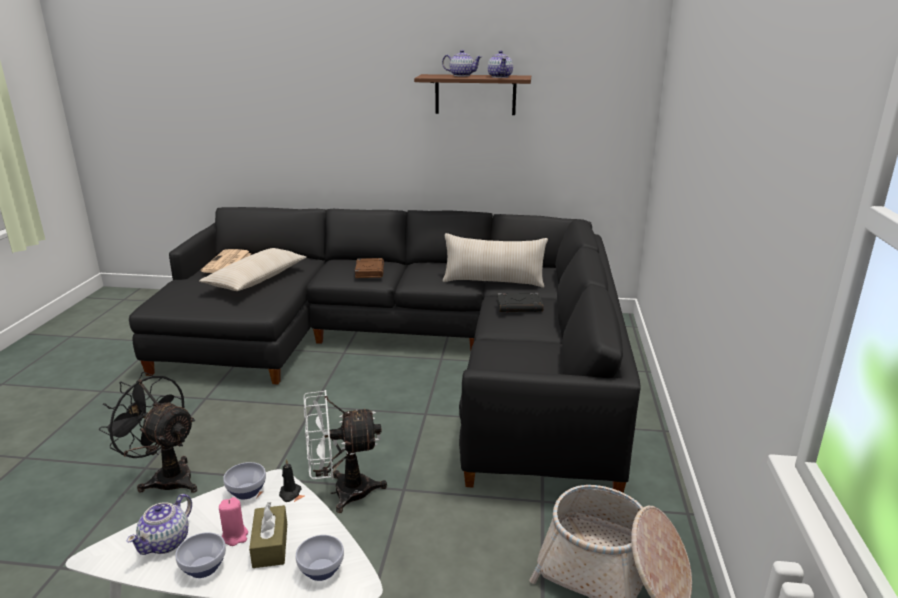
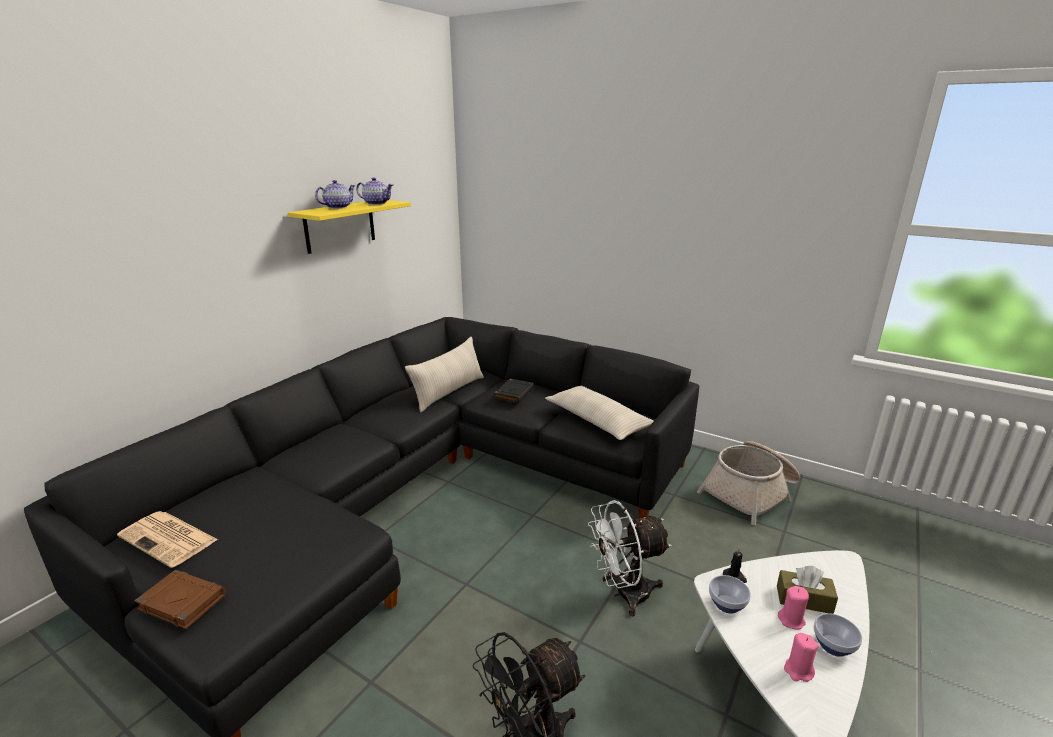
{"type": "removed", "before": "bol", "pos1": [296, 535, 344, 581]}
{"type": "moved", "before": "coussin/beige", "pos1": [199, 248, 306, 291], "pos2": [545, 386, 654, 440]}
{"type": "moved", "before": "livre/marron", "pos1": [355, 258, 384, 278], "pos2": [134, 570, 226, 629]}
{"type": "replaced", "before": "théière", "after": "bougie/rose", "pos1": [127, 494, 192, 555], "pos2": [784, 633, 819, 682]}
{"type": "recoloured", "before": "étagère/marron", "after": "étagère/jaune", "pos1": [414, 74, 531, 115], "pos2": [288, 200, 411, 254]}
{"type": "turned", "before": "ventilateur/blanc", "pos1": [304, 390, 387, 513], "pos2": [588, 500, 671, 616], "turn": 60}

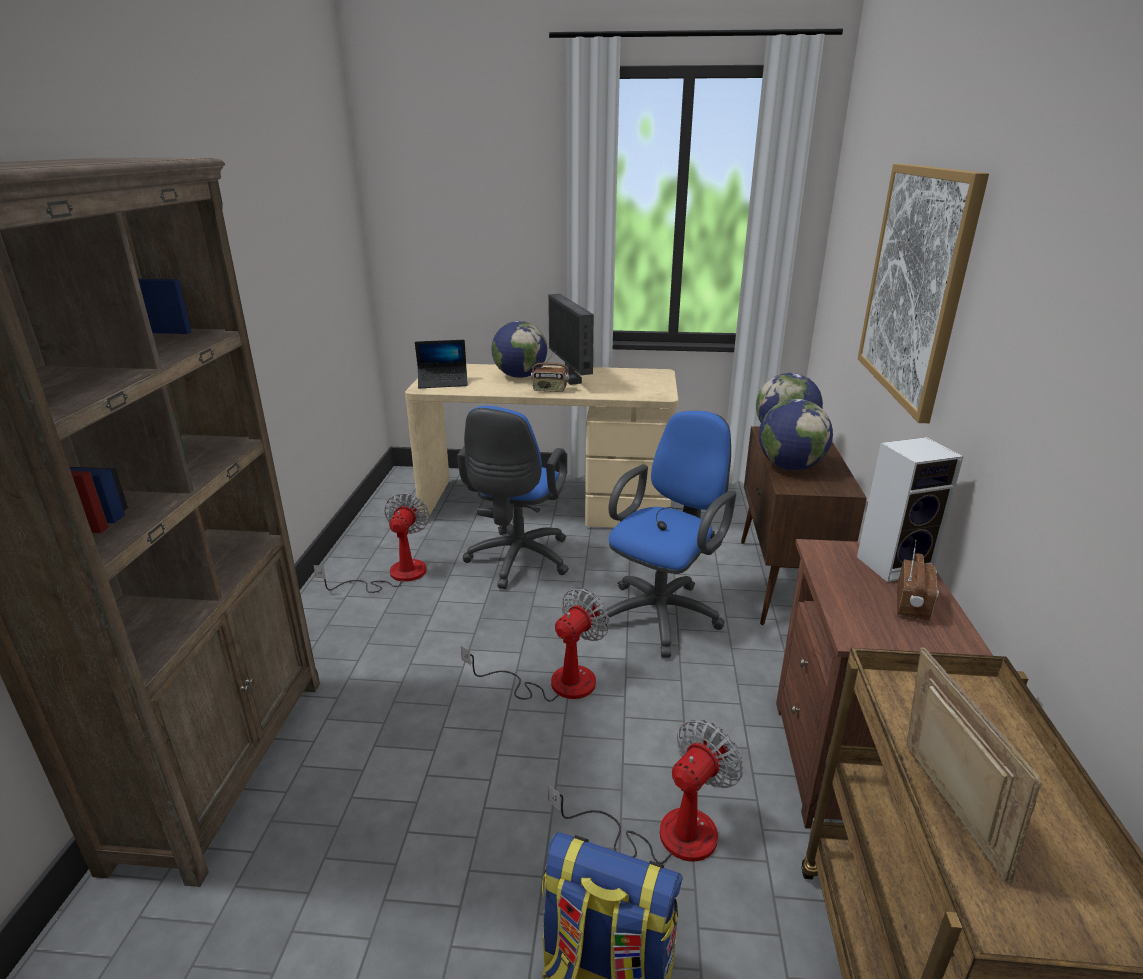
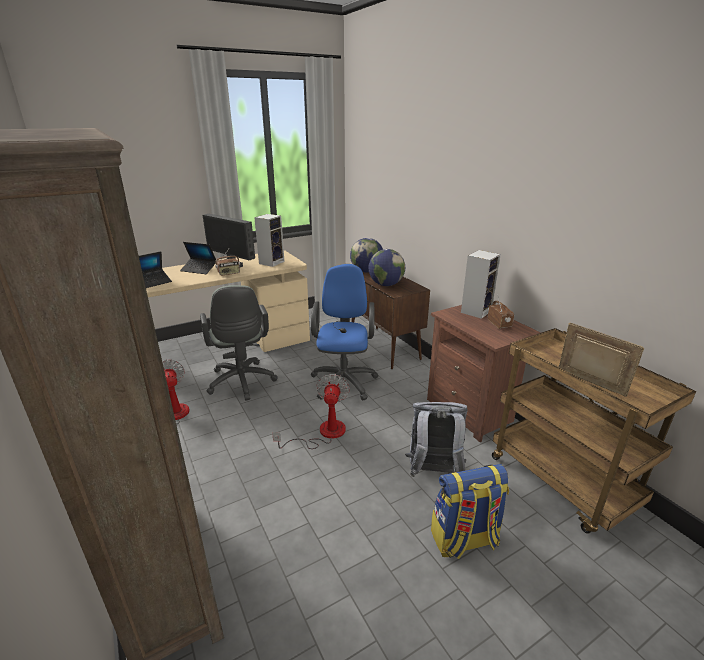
{"type": "removed", "before": "tableau", "pos1": [858, 164, 989, 423]}
{"type": "added", "after": "enceinte", "pos2": [254, 214, 284, 267]}
{"type": "replaced", "before": "globe", "after": "ordinateur portable", "pos1": [492, 321, 547, 378], "pos2": [180, 242, 216, 274]}
{"type": "replaced", "before": "ventilateur", "after": "sac à dos/gris", "pos1": [548, 720, 743, 864], "pos2": [405, 402, 467, 477]}
{"type": "recoloured", "before": "chaise de bureau/bleu", "after": "chaise de bureau/gris", "pos1": [457, 406, 569, 589], "pos2": [200, 285, 278, 401]}

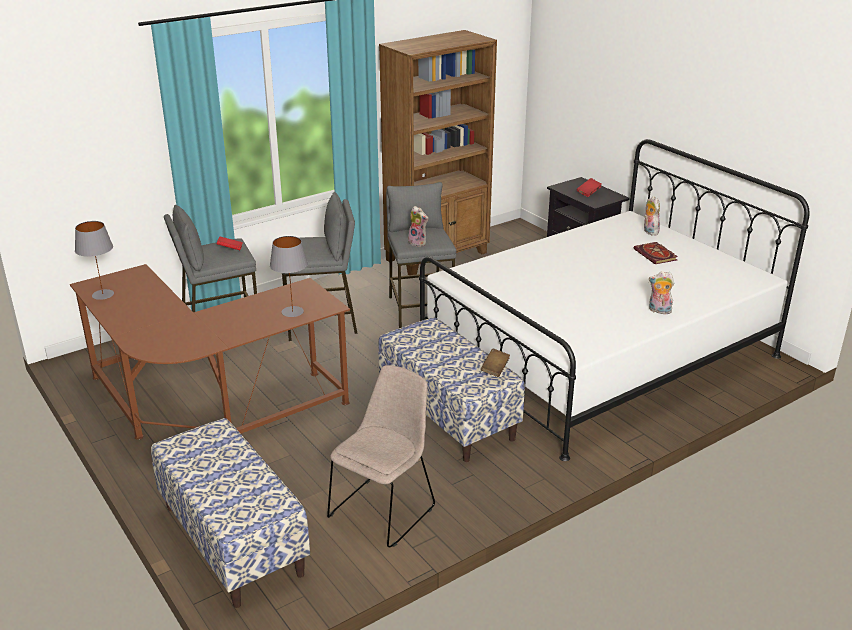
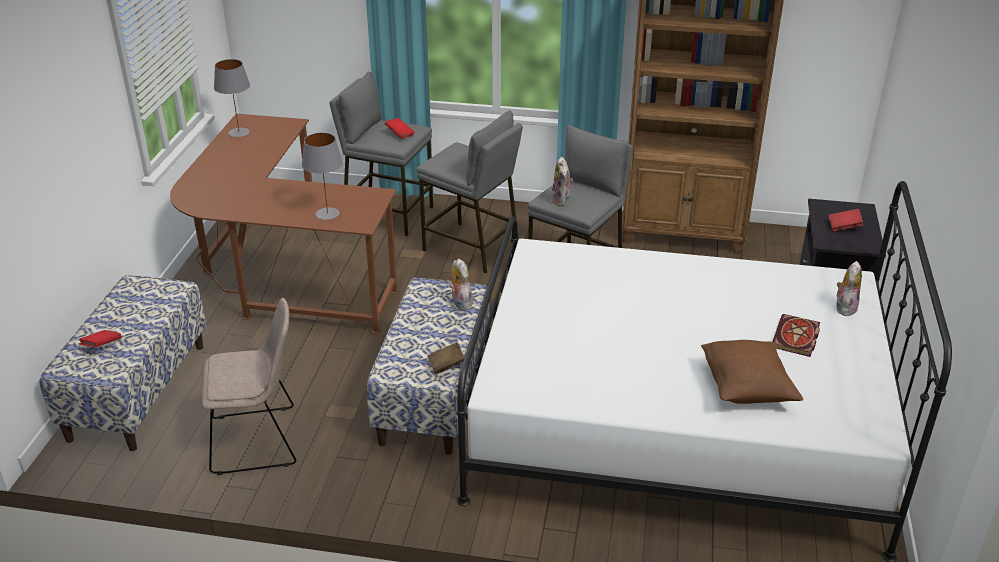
{"type": "added", "after": "livre/rouge", "pos2": [79, 330, 121, 347]}
{"type": "added", "after": "coussin/marron", "pos2": [701, 340, 803, 404]}
{"type": "moved", "before": "peluche", "pos1": [649, 271, 674, 314], "pos2": [449, 259, 473, 310]}

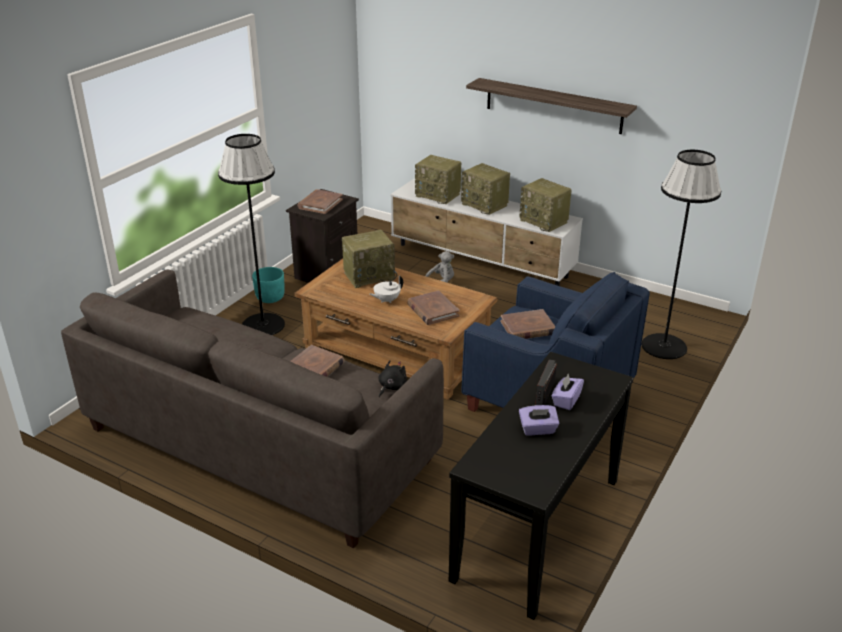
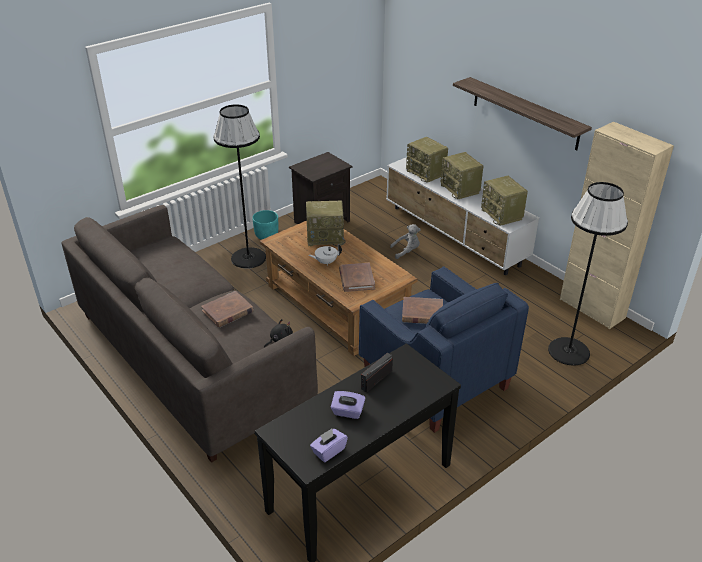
{"type": "removed", "before": "livre/marron", "pos1": [298, 189, 343, 214]}
{"type": "added", "after": "meuble de rangement/beige", "pos2": [560, 122, 674, 329]}
{"type": "moved", "before": "boîte à mouchoirs/violet", "pos1": [552, 373, 584, 410], "pos2": [310, 429, 348, 462]}

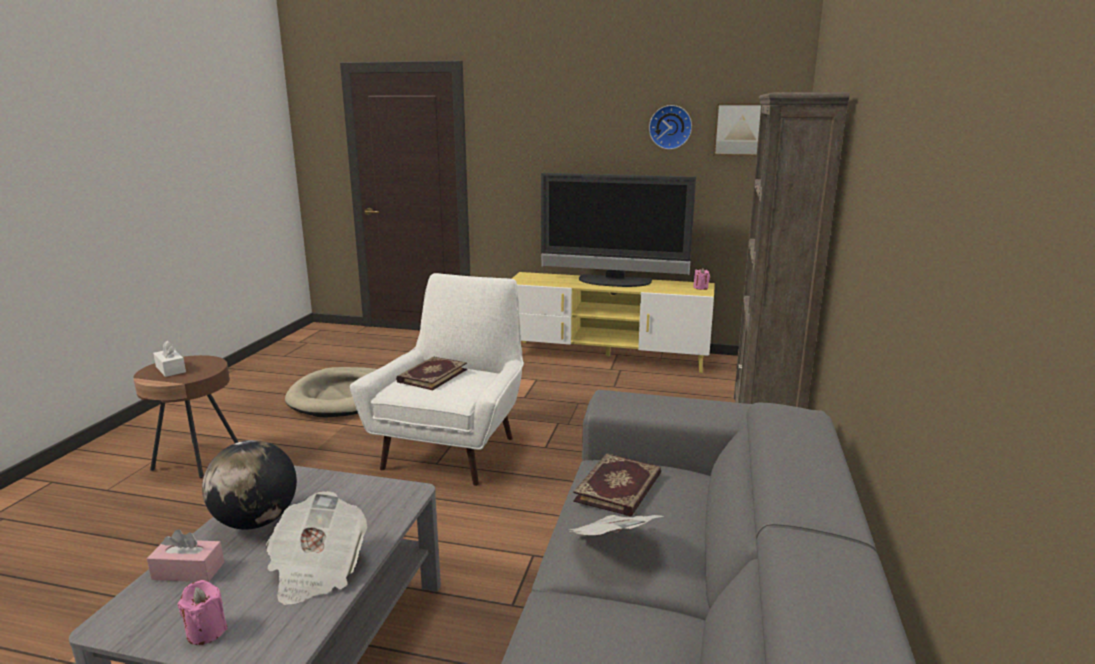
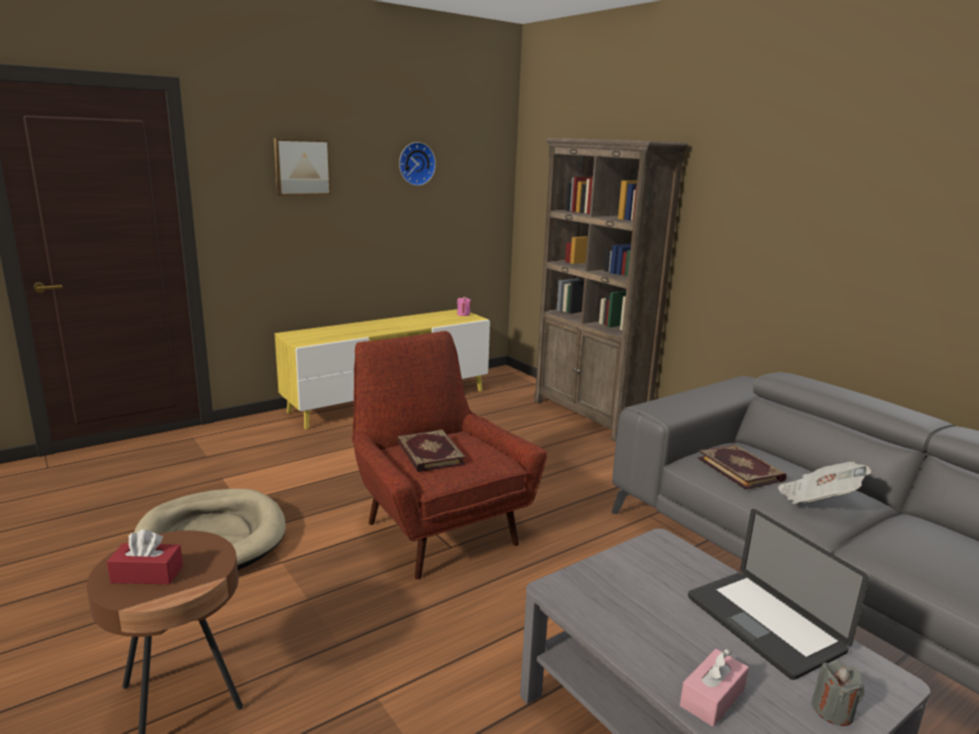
{"type": "removed", "before": "globe", "pos1": [202, 440, 297, 530]}
{"type": "removed", "before": "téléviseur", "pos1": [541, 173, 696, 287]}
{"type": "moved", "before": "tableau", "pos1": [713, 103, 761, 156], "pos2": [274, 138, 331, 196]}
{"type": "replaced", "before": "journal", "after": "ordinateur portable", "pos1": [266, 491, 367, 605], "pos2": [688, 509, 869, 680]}
{"type": "recoloured", "before": "boîte à mouchoirs/blanc", "after": "boîte à mouchoirs/rouge", "pos1": [153, 341, 186, 377], "pos2": [107, 529, 183, 584]}
{"type": "recoloured", "before": "bougie/rose", "after": "bougie/gris", "pos1": [178, 580, 228, 645], "pos2": [811, 660, 864, 726]}
{"type": "recoloured", "before": "fauteuil/blanc", "after": "fauteuil/rouge", "pos1": [350, 273, 524, 486], "pos2": [352, 331, 547, 580]}

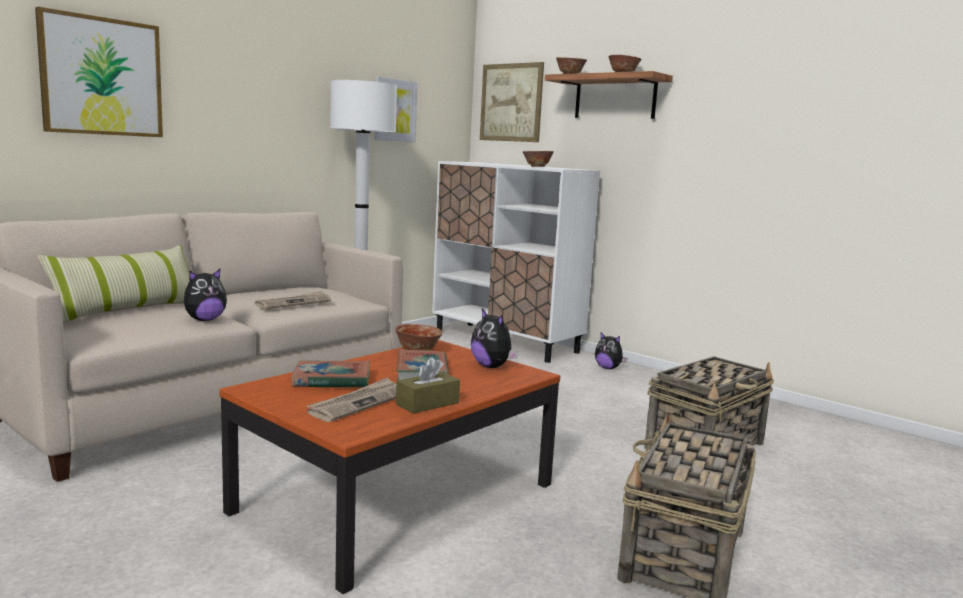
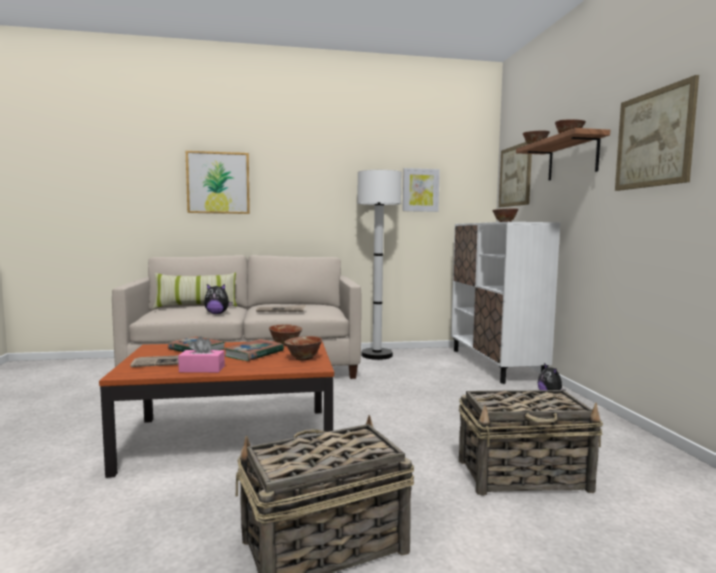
{"type": "added", "after": "tableau", "pos2": [615, 75, 699, 191]}
{"type": "replaced", "before": "peluche", "after": "bol", "pos1": [471, 308, 518, 368], "pos2": [285, 336, 322, 361]}
{"type": "recoloured", "before": "boîte à mouchoirs/marron", "after": "boîte à mouchoirs/rose", "pos1": [396, 357, 460, 414], "pos2": [178, 336, 225, 373]}

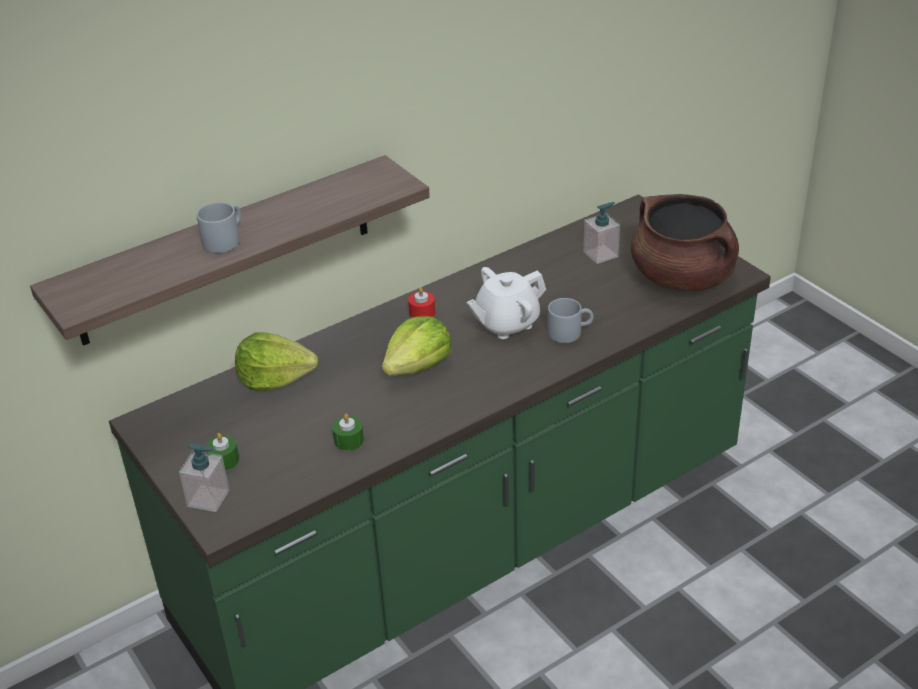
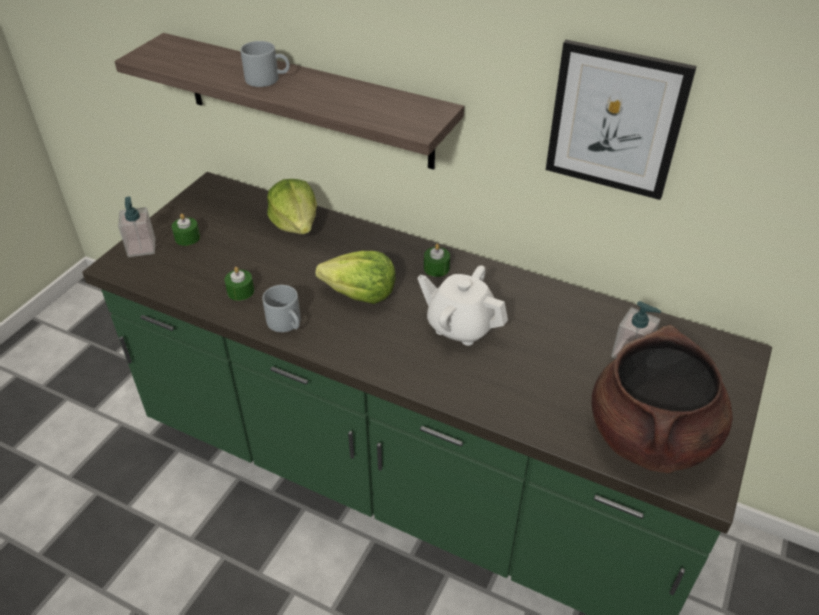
{"type": "added", "after": "tableau", "pos2": [546, 40, 697, 200]}
{"type": "moved", "before": "mug/gris", "pos1": [548, 298, 593, 343], "pos2": [262, 285, 301, 332]}
{"type": "recoloured", "before": "bougie/rouge", "after": "bougie/vert", "pos1": [408, 287, 435, 318], "pos2": [424, 244, 450, 277]}

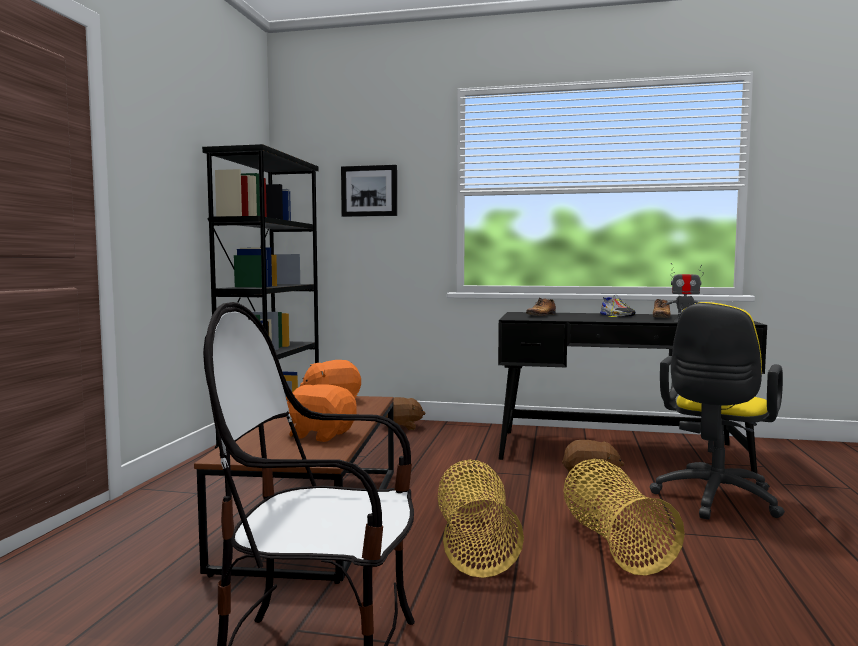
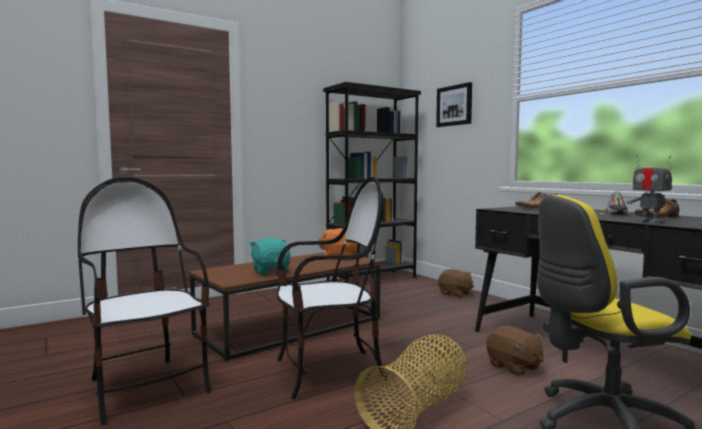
{"type": "replaced", "before": "panier", "after": "chaise", "pos1": [437, 460, 524, 578], "pos2": [276, 177, 387, 399]}
{"type": "recoloured", "before": "peluche/orange", "after": "peluche/turquoise", "pos1": [286, 384, 357, 442], "pos2": [249, 238, 291, 275]}

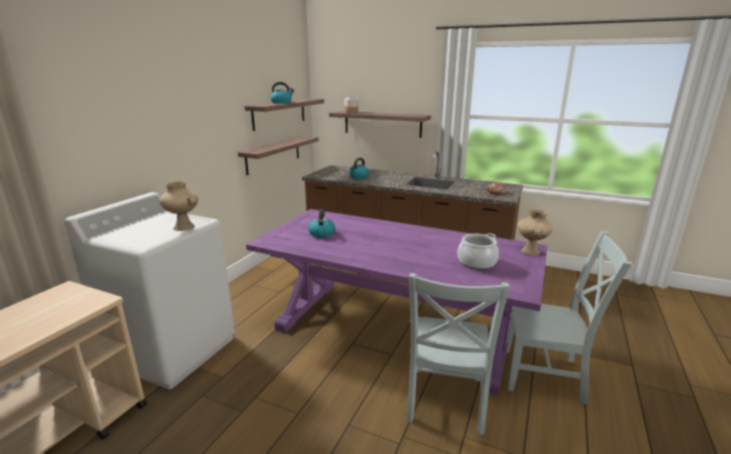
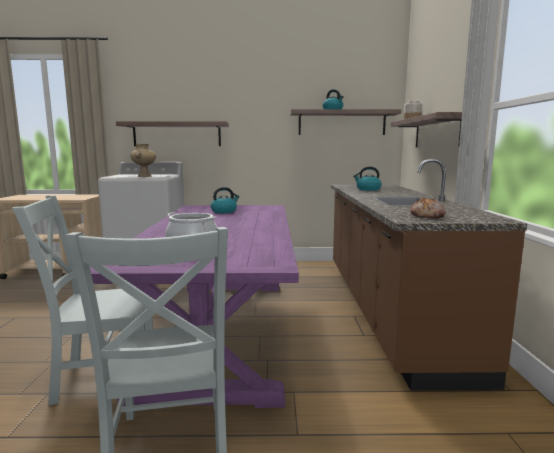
{"type": "removed", "before": "vase/beige", "pos1": [517, 209, 553, 256]}
{"type": "moved", "before": "étagère", "pos1": [238, 136, 319, 175], "pos2": [116, 121, 229, 146]}

